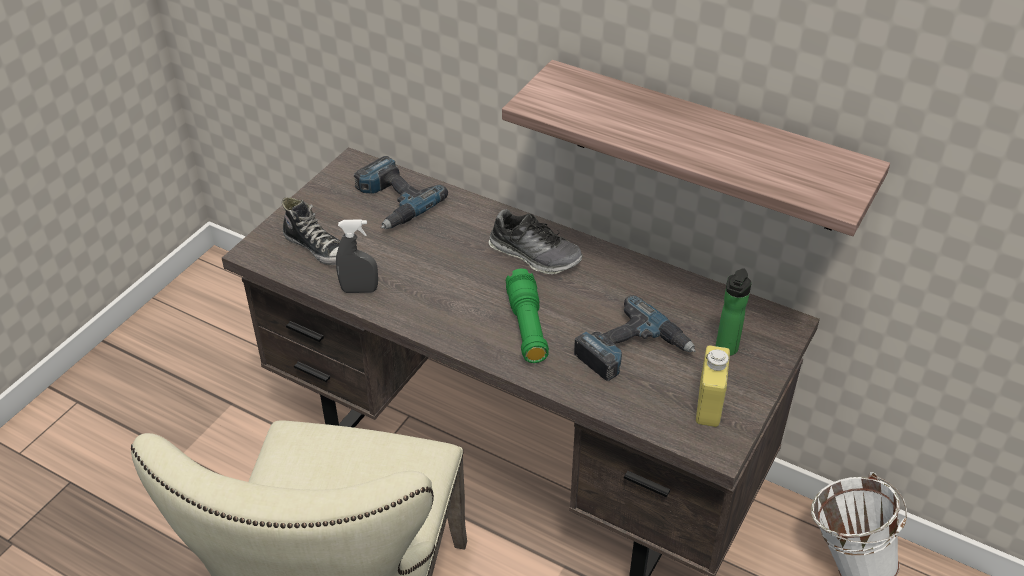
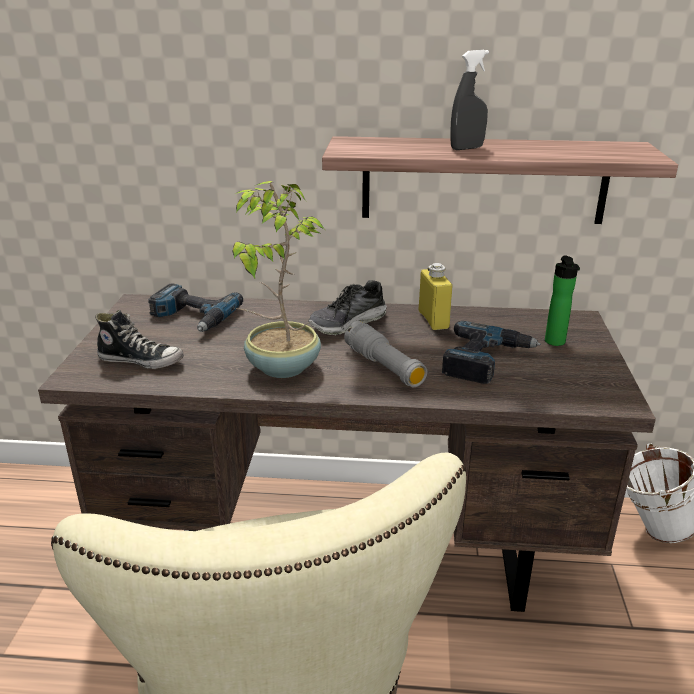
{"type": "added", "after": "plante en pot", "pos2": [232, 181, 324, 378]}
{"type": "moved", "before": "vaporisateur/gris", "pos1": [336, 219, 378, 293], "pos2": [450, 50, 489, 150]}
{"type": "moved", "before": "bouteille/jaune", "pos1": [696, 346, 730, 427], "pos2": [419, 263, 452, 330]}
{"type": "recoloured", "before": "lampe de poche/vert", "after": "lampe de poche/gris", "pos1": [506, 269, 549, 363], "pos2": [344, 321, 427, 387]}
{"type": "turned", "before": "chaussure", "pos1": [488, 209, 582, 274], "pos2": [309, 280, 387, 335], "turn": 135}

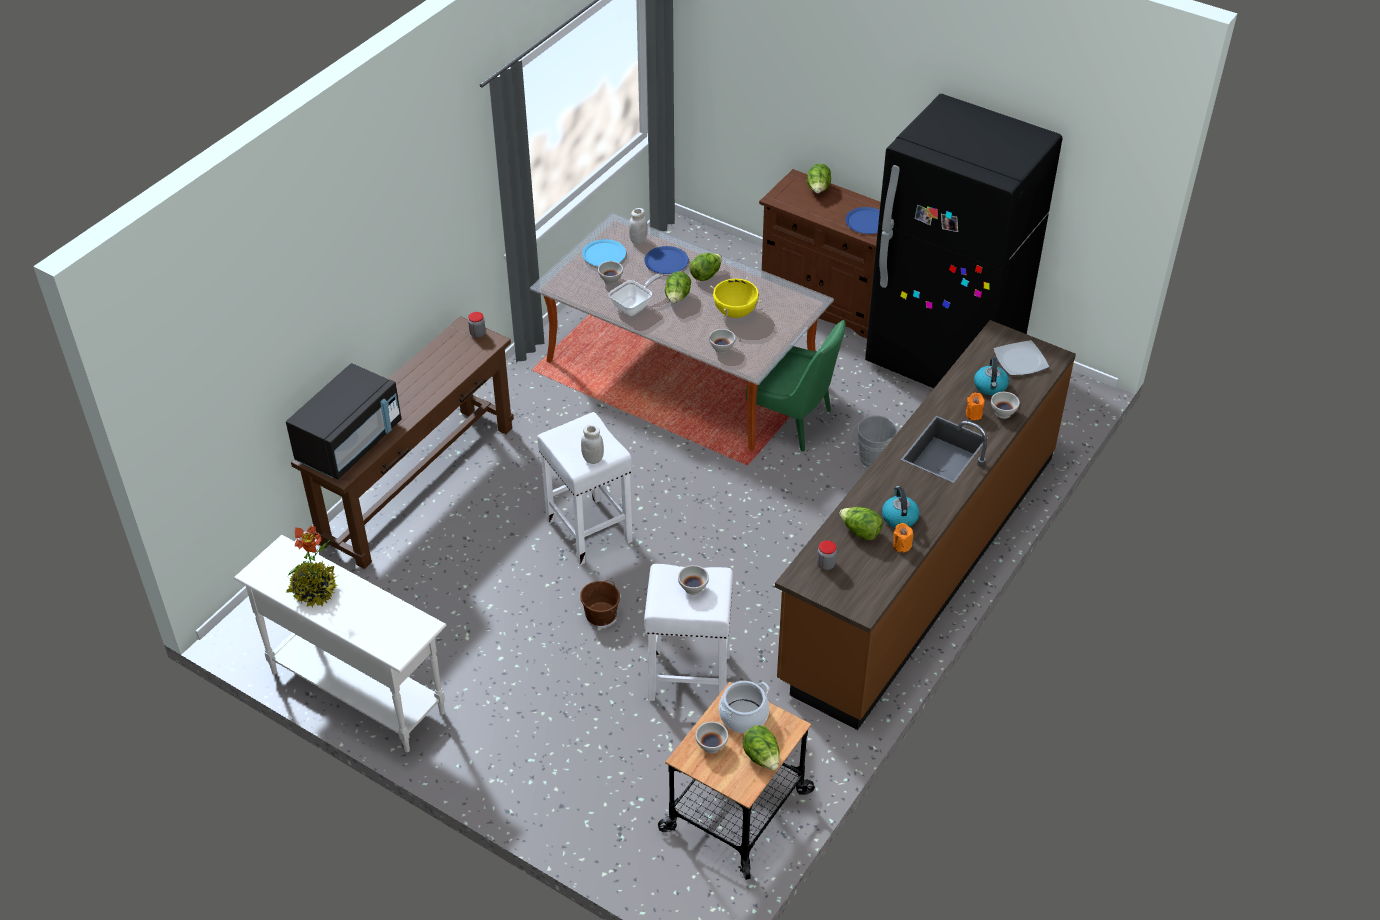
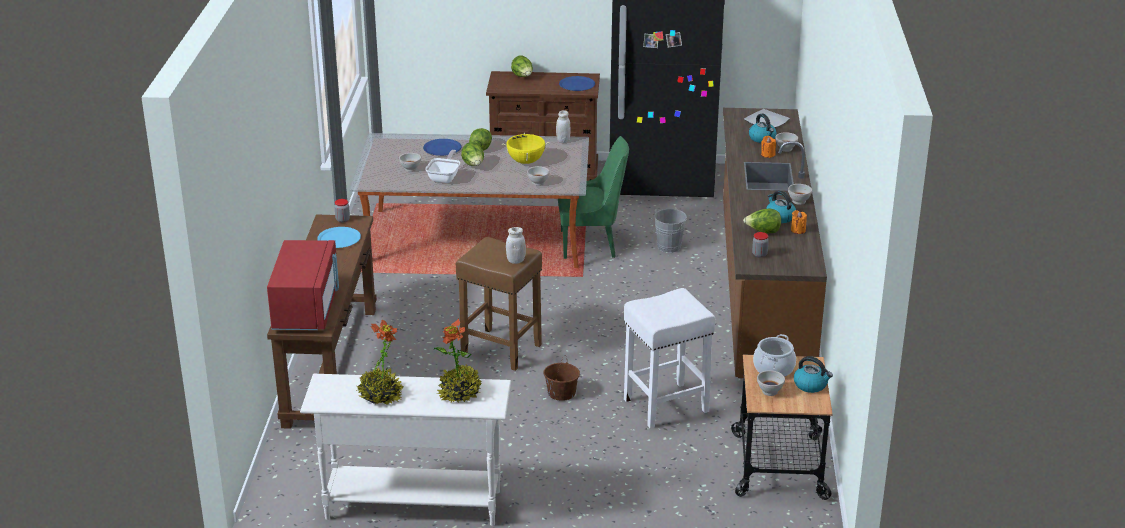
{"type": "added", "after": "plante en pot", "pos2": [434, 318, 482, 403]}
{"type": "moved", "before": "assiette/bleu", "pos1": [582, 239, 626, 267], "pos2": [317, 227, 361, 248]}
{"type": "moved", "before": "bocal/blanc", "pos1": [629, 208, 648, 244], "pos2": [556, 110, 570, 143]}
{"type": "moved", "before": "bol/blanc", "pos1": [678, 565, 709, 595], "pos2": [788, 184, 812, 205]}
{"type": "replaced", "before": "laitue", "after": "bouilloire", "pos1": [743, 725, 780, 770], "pos2": [794, 356, 833, 393]}
{"type": "recoloured", "before": "micro-ondes/noir", "after": "micro-ondes/rouge", "pos1": [286, 363, 402, 480], "pos2": [267, 240, 339, 330]}
{"type": "recoloured", "before": "tabouret/blanc", "after": "tabouret/marron", "pos1": [537, 412, 633, 565], "pos2": [456, 237, 542, 371]}

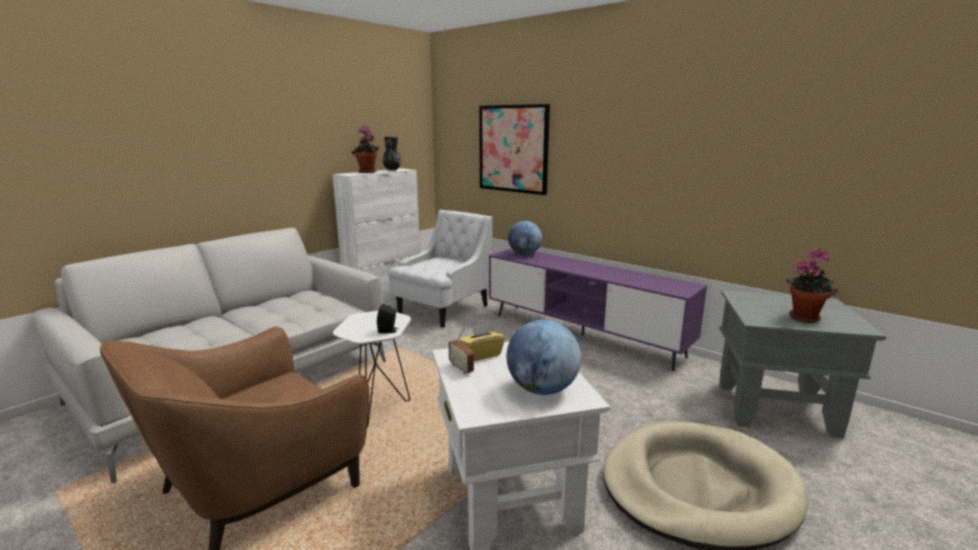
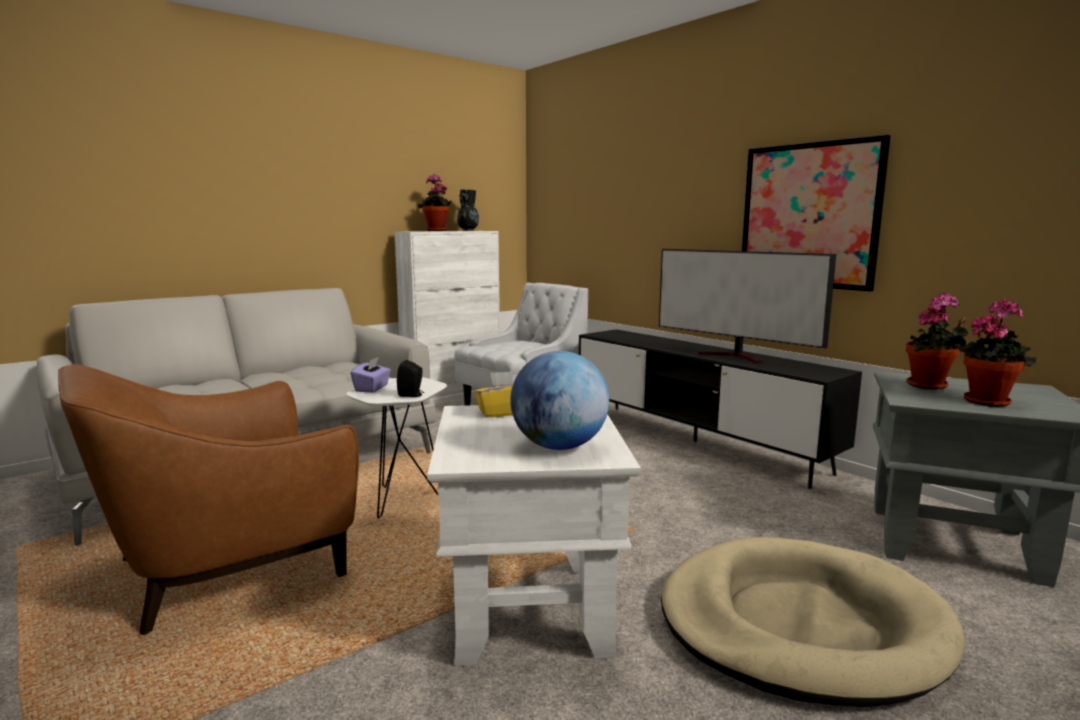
{"type": "removed", "before": "radio", "pos1": [448, 327, 474, 375]}
{"type": "removed", "before": "globe", "pos1": [508, 221, 542, 255]}
{"type": "added", "after": "boîte à mouchoirs/violet", "pos2": [351, 357, 391, 392]}
{"type": "added", "after": "téléviseur", "pos2": [659, 249, 836, 363]}
{"type": "added", "after": "plante en pot", "pos2": [906, 293, 969, 390]}
{"type": "moved", "before": "tableau", "pos1": [479, 104, 550, 195], "pos2": [742, 135, 891, 291]}
{"type": "recoloured", "before": "meuble télé/violet", "after": "meuble télé/noir", "pos1": [489, 248, 707, 371], "pos2": [579, 329, 862, 489]}

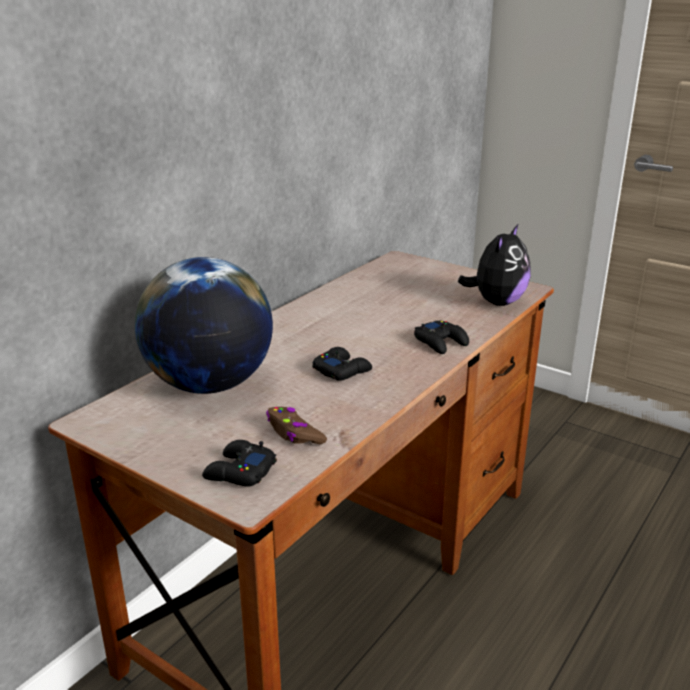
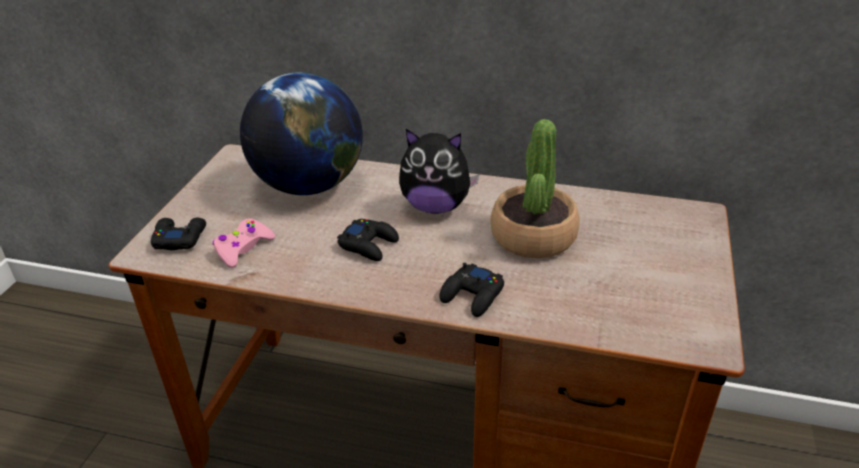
{"type": "added", "after": "plante en pot", "pos2": [491, 119, 580, 258]}
{"type": "moved", "before": "peluche", "pos1": [458, 223, 531, 306], "pos2": [399, 129, 480, 214]}
{"type": "recoloured", "before": "manette/marron", "after": "manette/rose", "pos1": [266, 407, 327, 445], "pos2": [213, 218, 275, 268]}

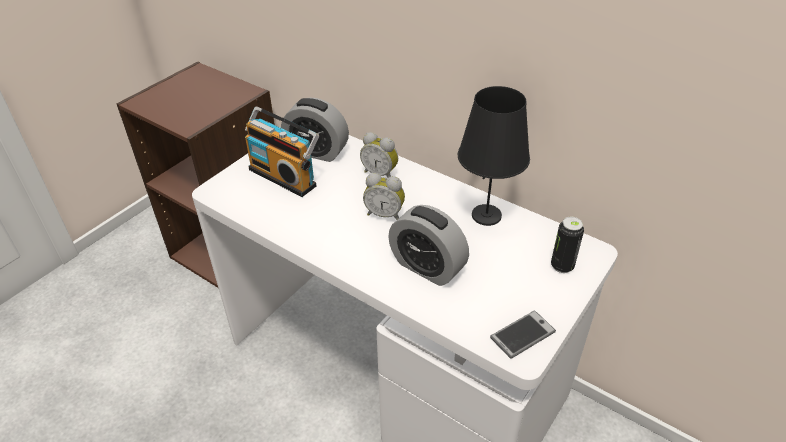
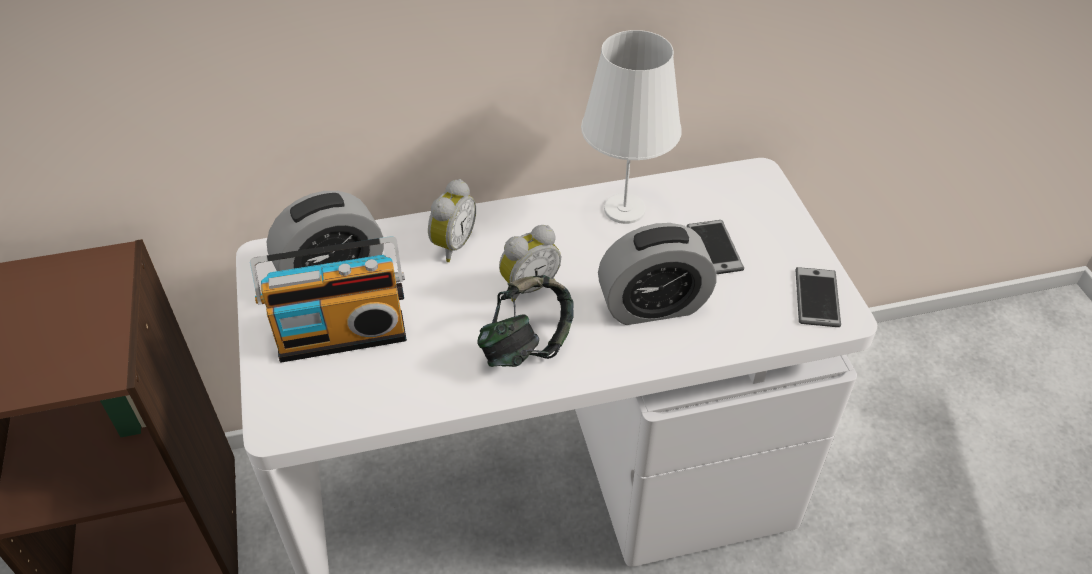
{"type": "removed", "before": "boîte métallique", "pos1": [551, 217, 584, 273]}
{"type": "added", "after": "casque audio", "pos2": [477, 275, 574, 367]}
{"type": "added", "after": "téléphone", "pos2": [687, 220, 744, 274]}
{"type": "recoloured", "before": "lampe de table/noir", "after": "lampe de table/blanc", "pos1": [458, 86, 530, 226], "pos2": [581, 30, 682, 224]}
{"type": "turned", "before": "réveil", "pos1": [360, 132, 398, 178], "pos2": [428, 179, 476, 262], "turn": -45}

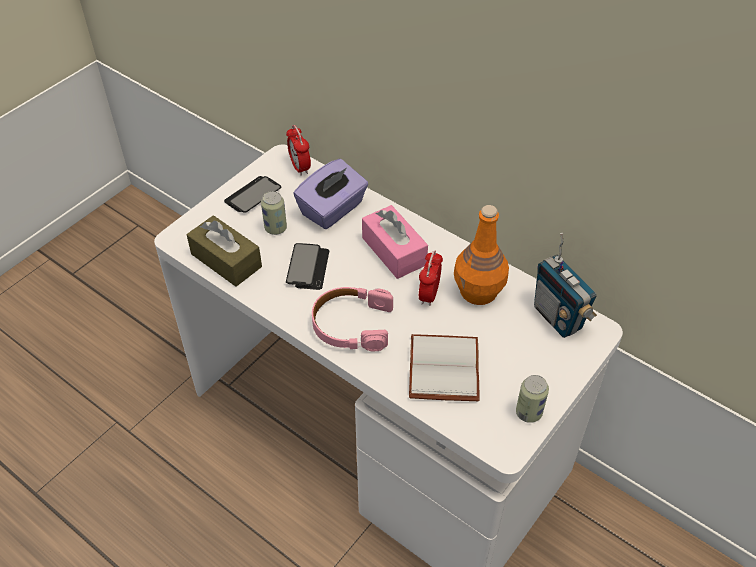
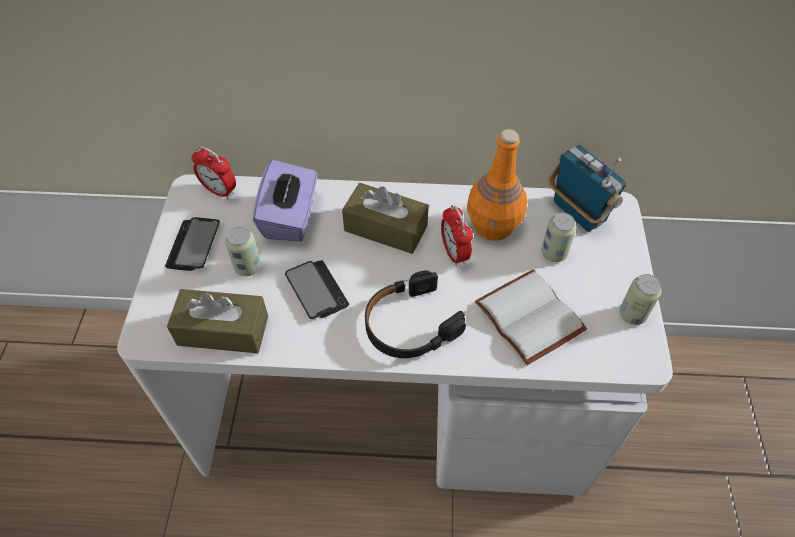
{"type": "added", "after": "boîte métallique", "pos2": [541, 212, 576, 262]}
{"type": "recoloured", "before": "casque audio/rose", "after": "casque audio/noir", "pos1": [312, 287, 393, 351], "pos2": [365, 270, 466, 358]}
{"type": "recoloured", "before": "boîte à mouchoirs/rose", "after": "boîte à mouchoirs/marron", "pos1": [362, 205, 428, 279], "pos2": [342, 183, 429, 254]}
{"type": "turned", "before": "radio", "pos1": [534, 233, 597, 338], "pos2": [548, 145, 626, 232], "turn": -150}

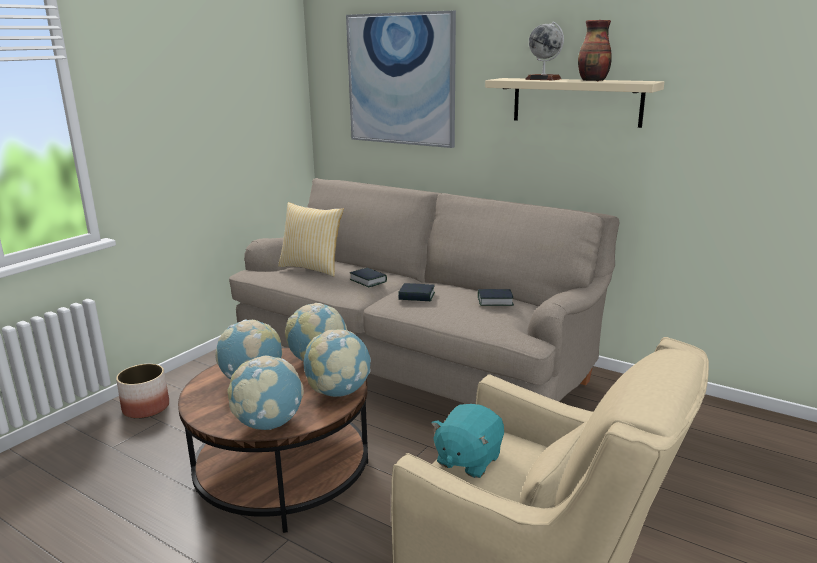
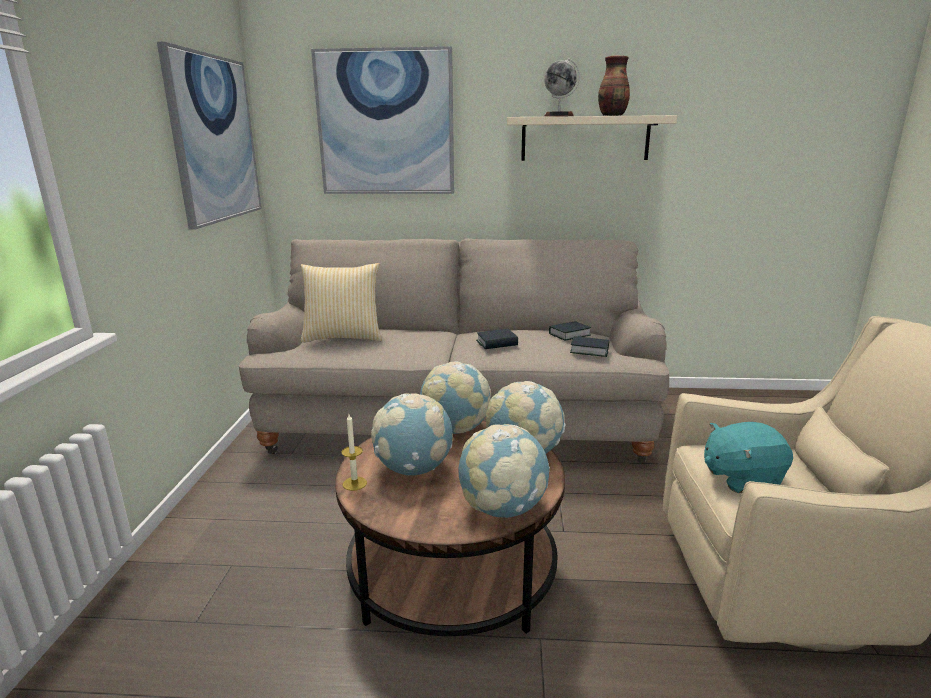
{"type": "removed", "before": "cache-pot", "pos1": [116, 364, 169, 419]}
{"type": "added", "after": "tableau", "pos2": [157, 42, 262, 230]}
{"type": "added", "after": "bougie", "pos2": [341, 414, 367, 491]}
{"type": "moved", "before": "livre", "pos1": [350, 268, 387, 287], "pos2": [570, 336, 609, 357]}
{"type": "turned", "before": "peluche/turquoise", "pos1": [431, 404, 504, 478], "pos2": [704, 422, 793, 493], "turn": 75}

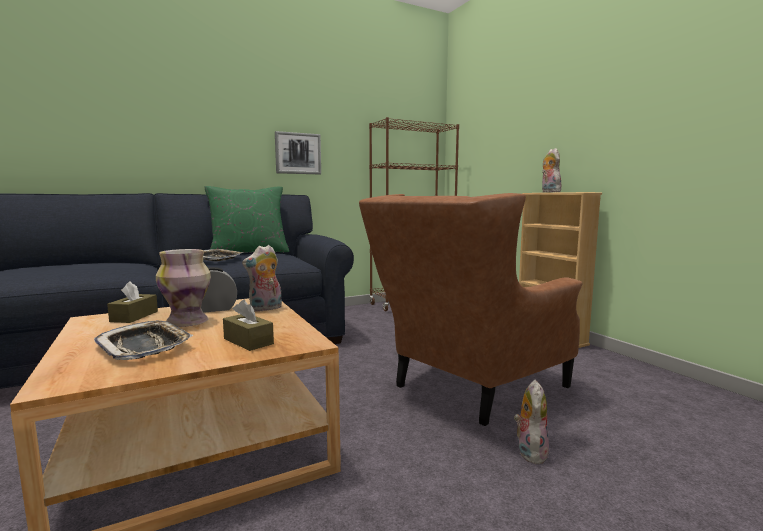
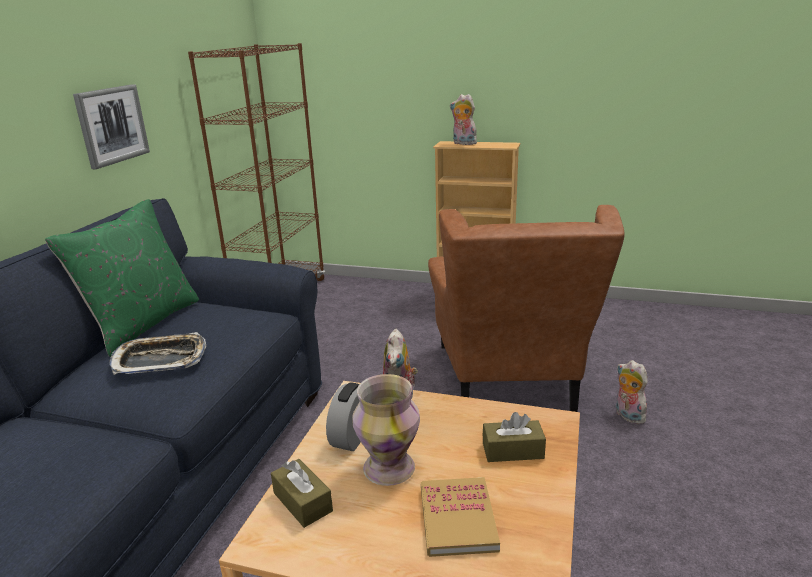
{"type": "replaced", "before": "plateau", "after": "livre", "pos1": [94, 321, 193, 360], "pos2": [421, 477, 500, 557]}

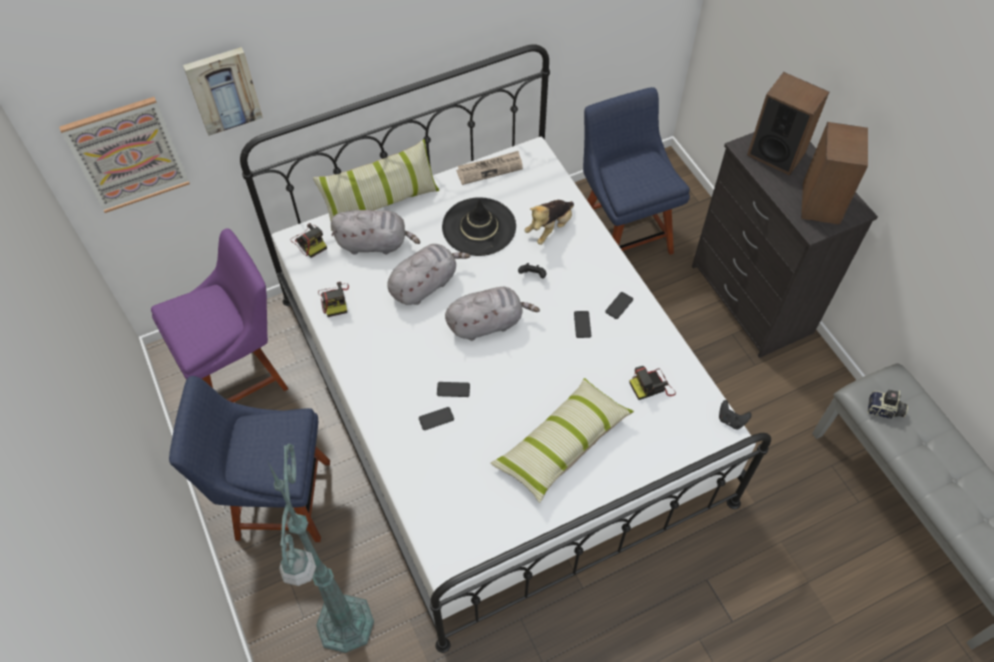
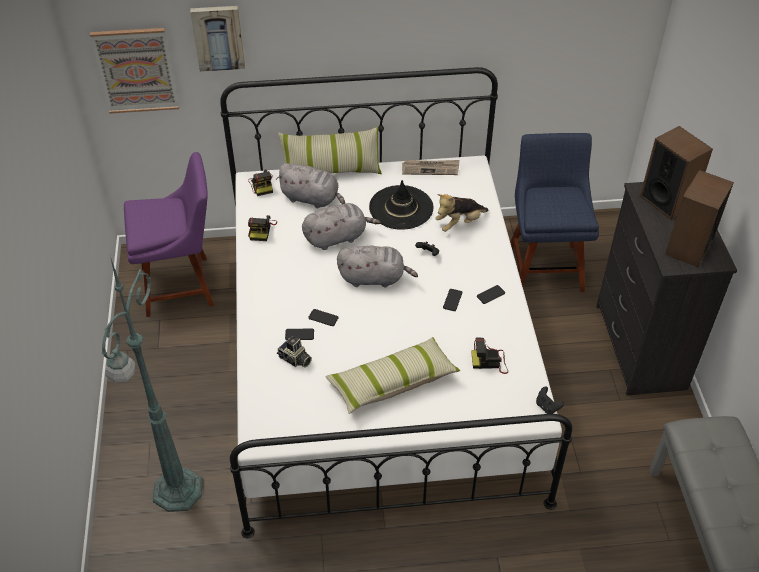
{"type": "removed", "before": "chaise/bleu", "pos1": [169, 376, 330, 542]}
{"type": "moved", "before": "appareil photo", "pos1": [868, 390, 908, 419], "pos2": [277, 336, 312, 368]}

